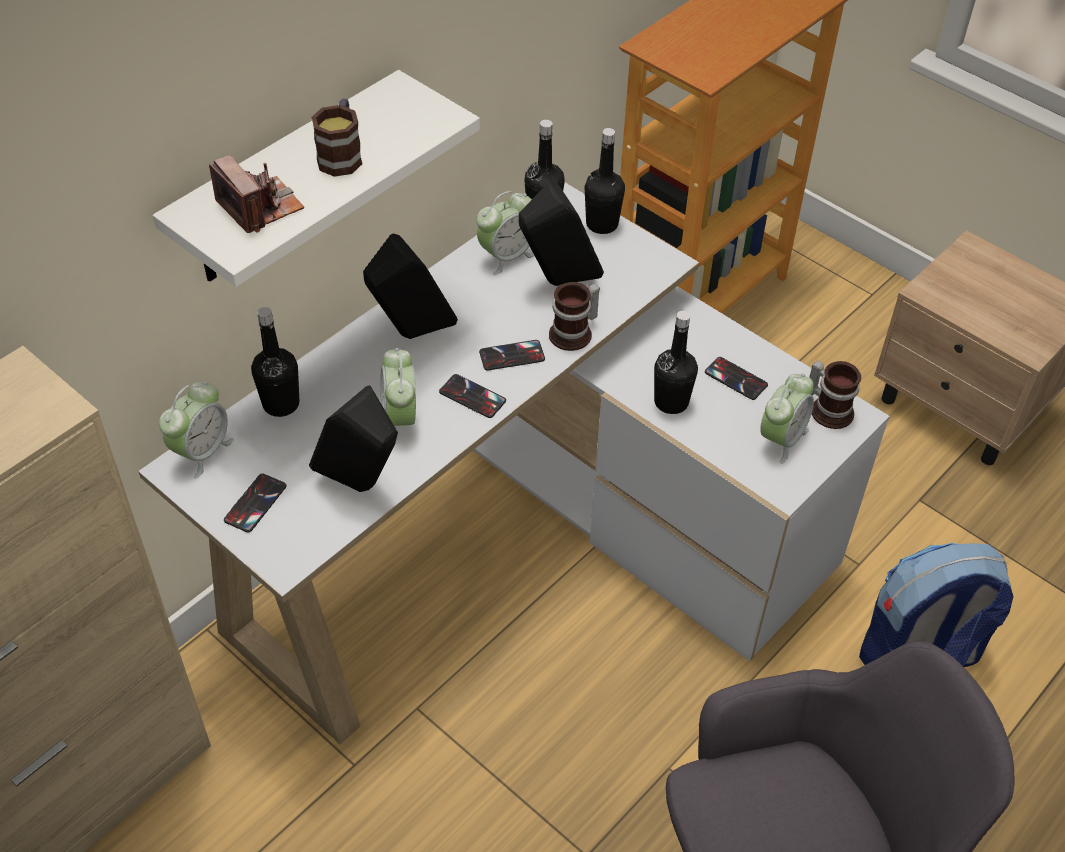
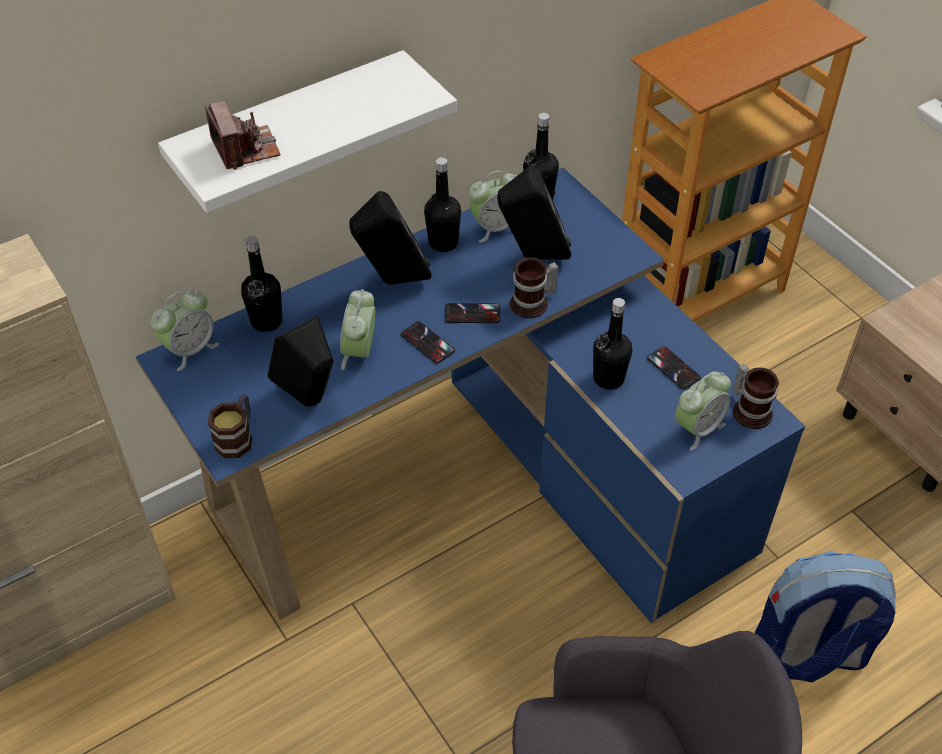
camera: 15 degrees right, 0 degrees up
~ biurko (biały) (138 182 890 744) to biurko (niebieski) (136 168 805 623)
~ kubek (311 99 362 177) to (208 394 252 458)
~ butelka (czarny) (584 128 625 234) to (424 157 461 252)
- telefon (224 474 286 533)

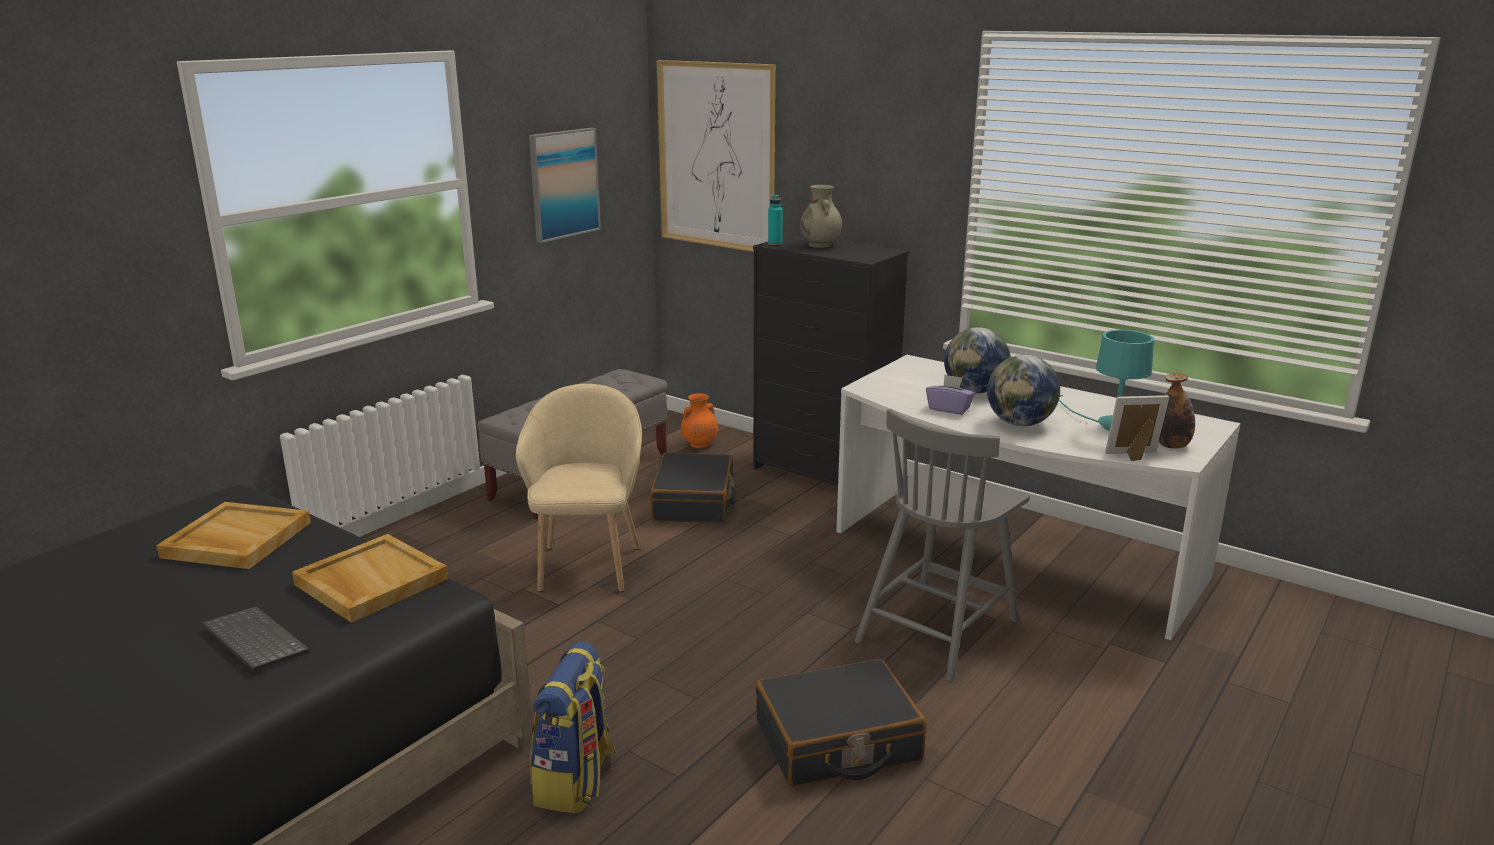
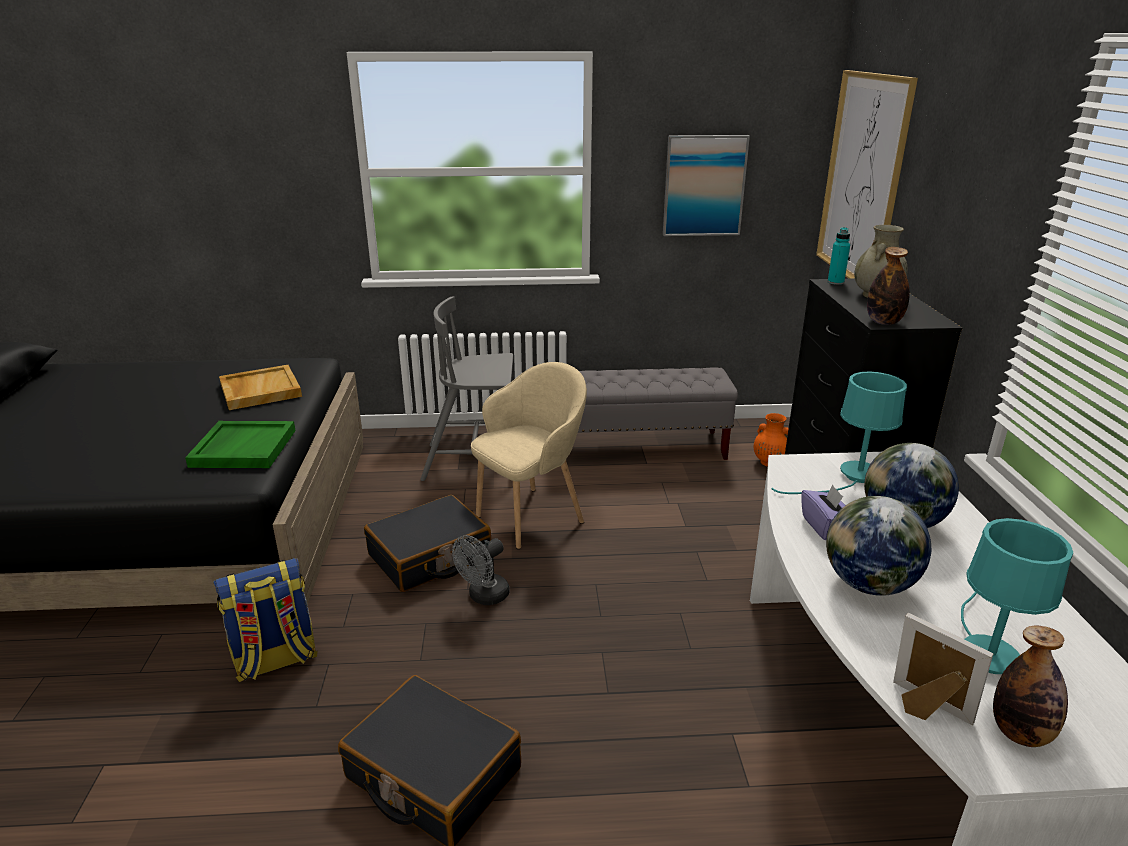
camera: 50 degrees right, 5 degrees up
~ taca (beżowy) (292 534 448 623) to taca (zielony) (185 421 296 468)
~ walizka (czarny) (650 453 735 523) to (364 495 491 592)
~ krzesło (szary) (855 409 1030 682) to (420 297 513 481)
+ wentylator (szary) (452 535 510 605)
+ lampa stołowa (turkusowy) (771 371 907 494)
+ butelka (867 247 910 325)
- klawiatura (202 606 310 671)

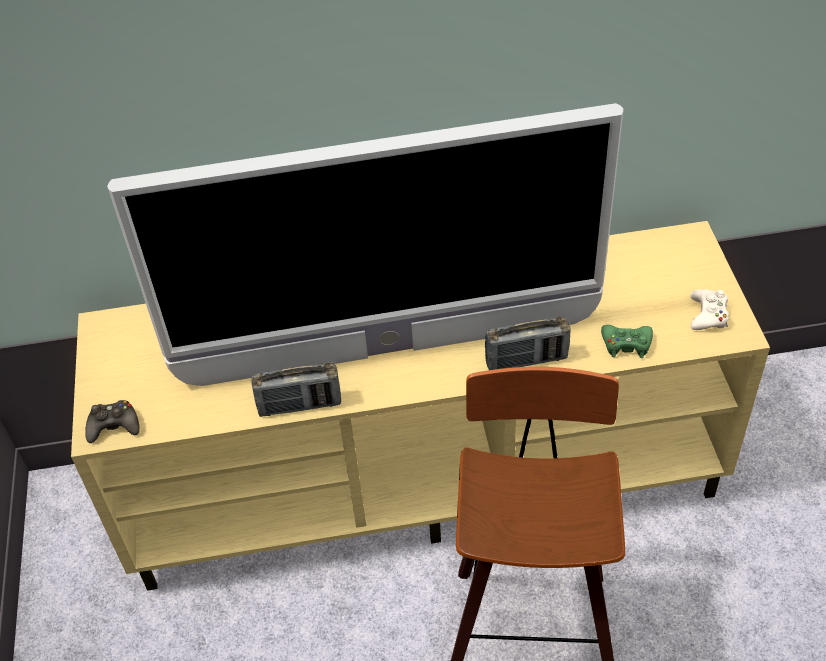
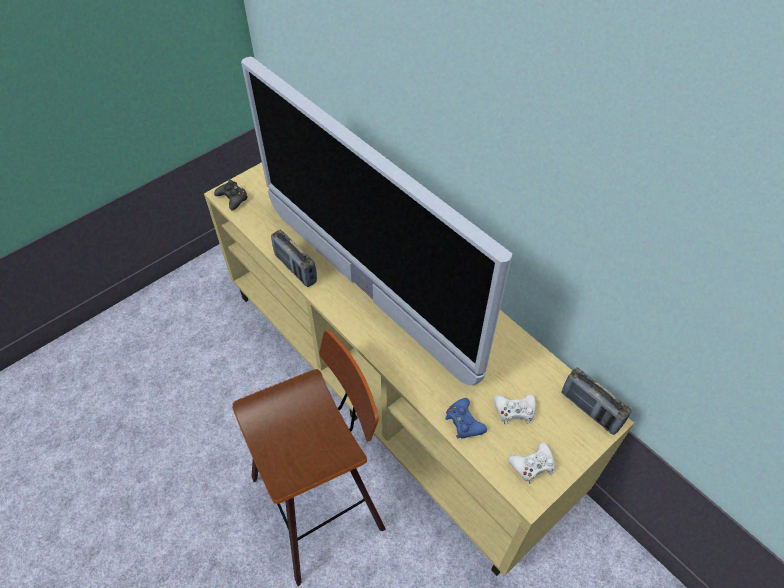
camera: 55 degrees right, 5 degrees up
~ pad do gier (zielony) (601 325 653 358) to pad do gier (niebieski) (445 398 487 439)
+ pad do gier (biały) (494 395 536 424)
~ radio (485 317 571 370) to (562 367 632 435)

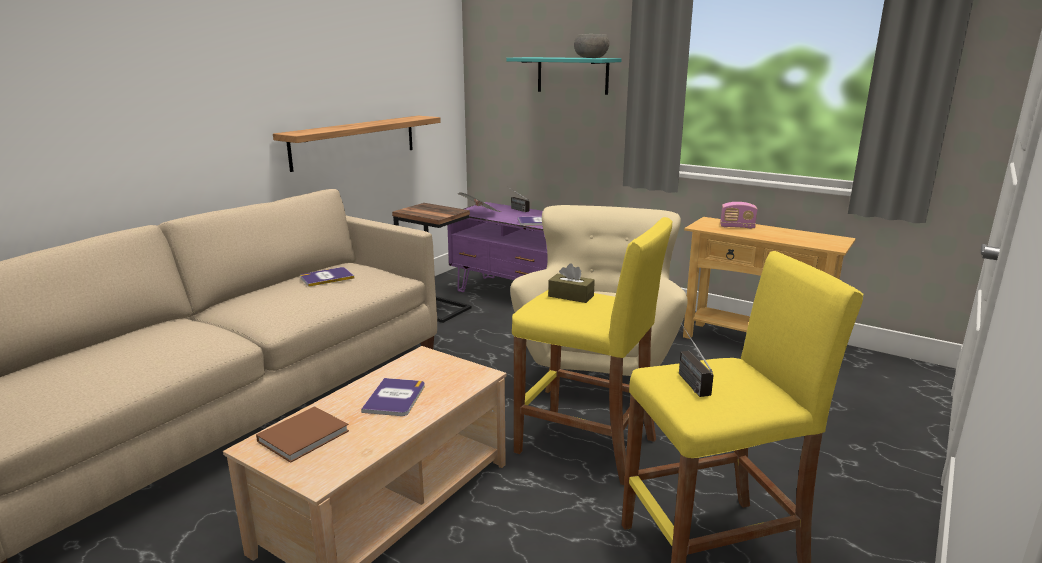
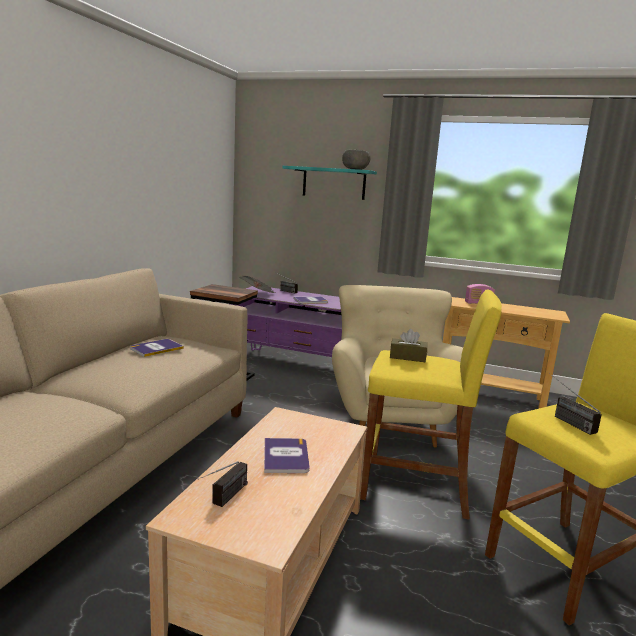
camera: 15 degrees left, 5 degrees down
~ książka (brązowy) (256 406 349 463) to radio (197 461 248 507)
- półka (273 116 441 172)

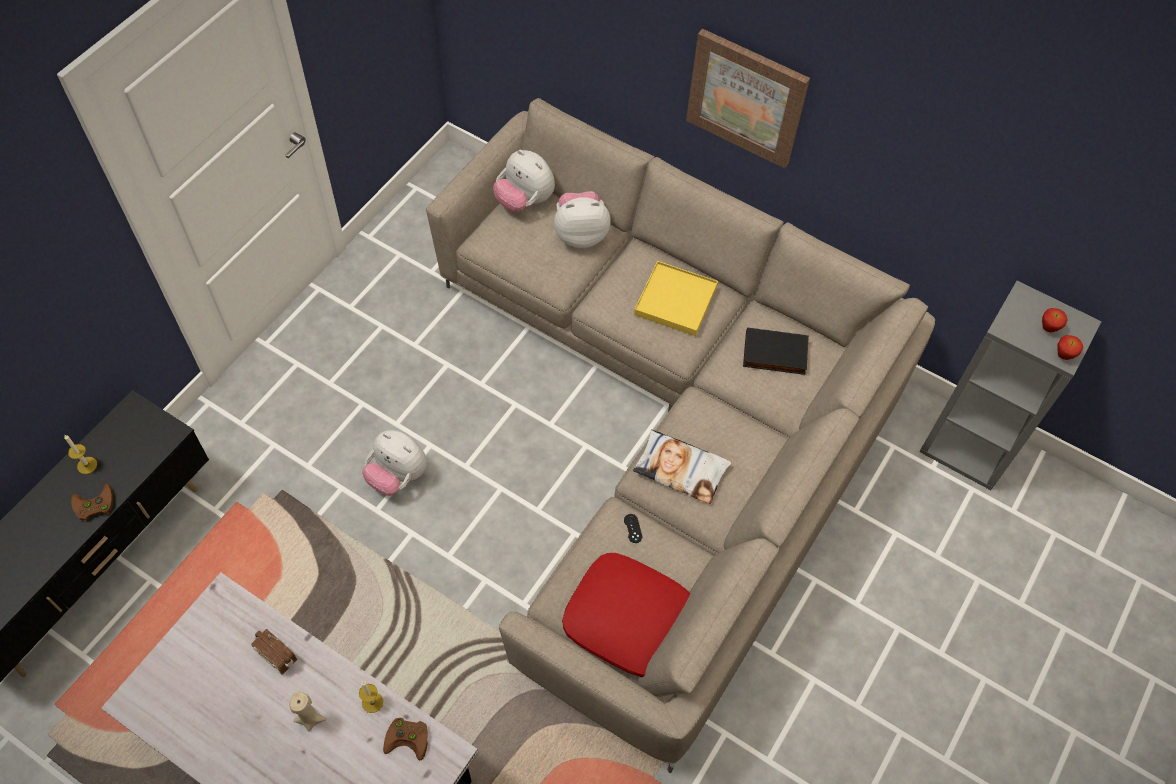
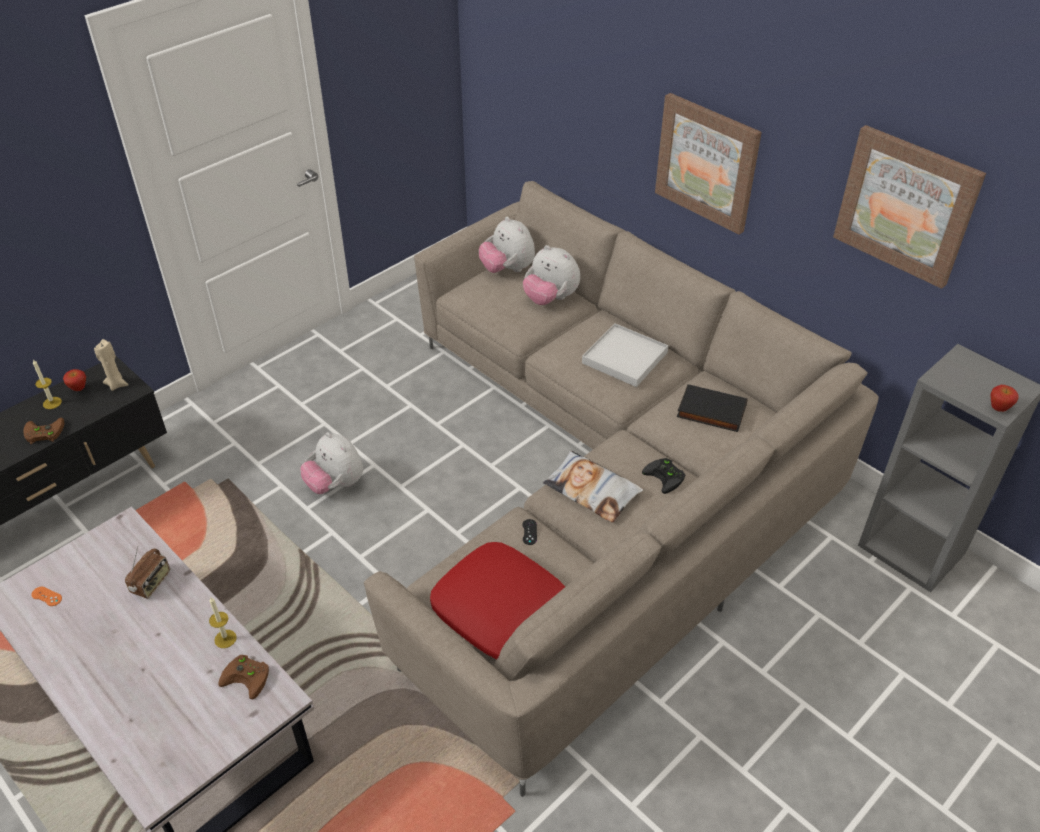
camera: 15 degrees right, 15 degrees down
+ pad do gier (pomarańczowy) (31 587 62 606)
~ jabłko (1042 308 1068 332) to (63 369 86 391)
~ świeca (beżowy) (290 691 327 731) to (94 339 129 391)
~ radio (251 629 297 675) = (125 546 170 599) 120 degrees counterclockwise
~ pluszak (554 191 611 248) = (523 245 580 305) 150 degrees counterclockwise
~ taca (żółty) (634 261 718 336) to taca (biały) (582 323 669 387)
+ pad do gier (czarny) (642 458 685 494)
+ obraz (833 125 986 289)

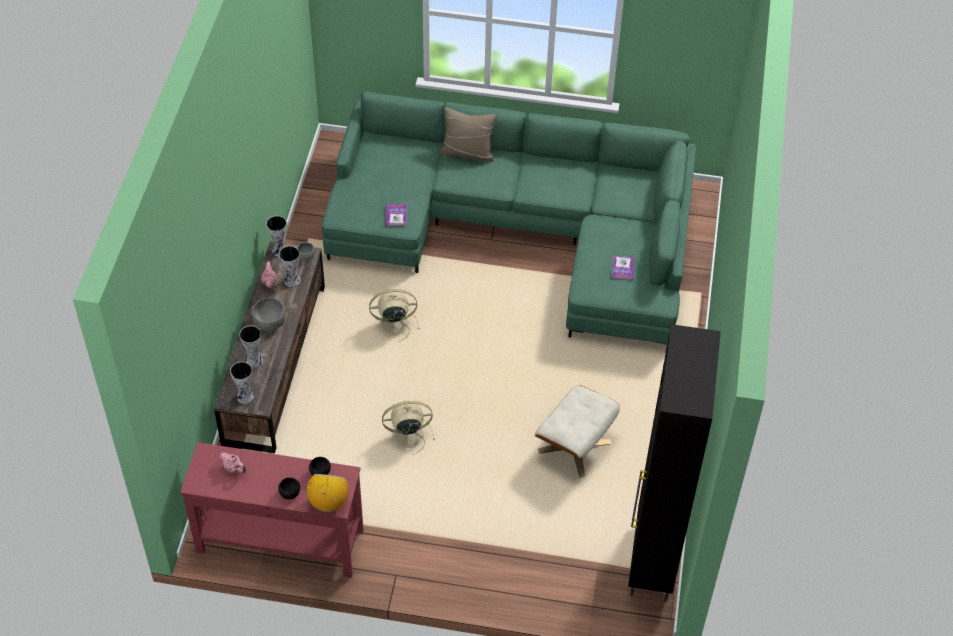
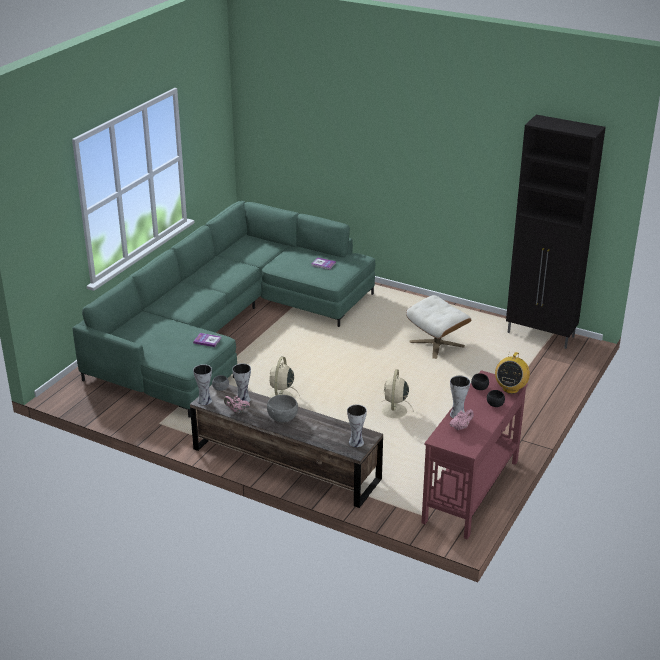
camera: 70 degrees left, 20 degrees down
~ wazon (239 325 263 367) to (450 376 470 418)
~ radio (306 474 349 512) = (495 351 530 394) 90 degrees counterclockwise
- poduszka (beżowy) (440 107 497 162)

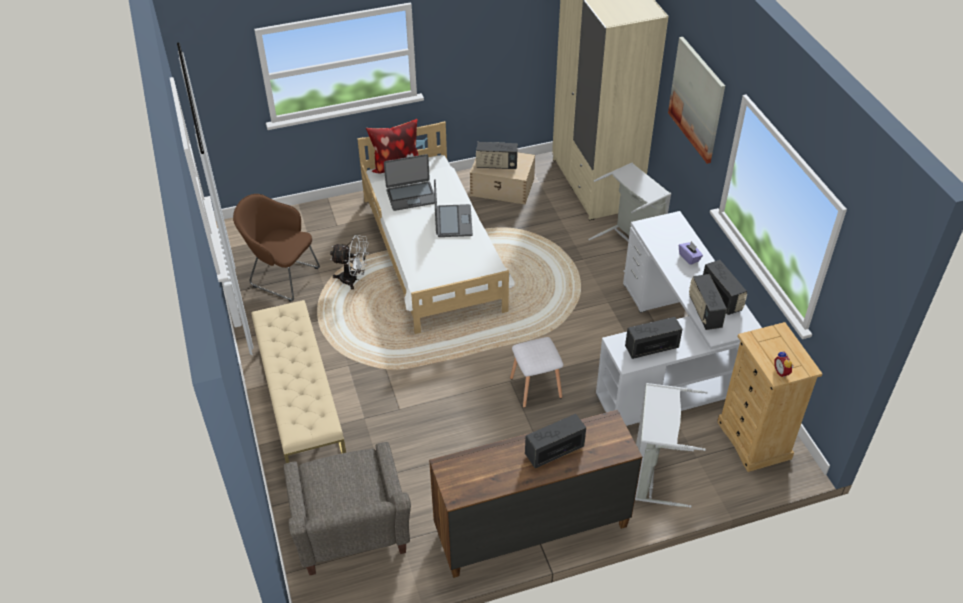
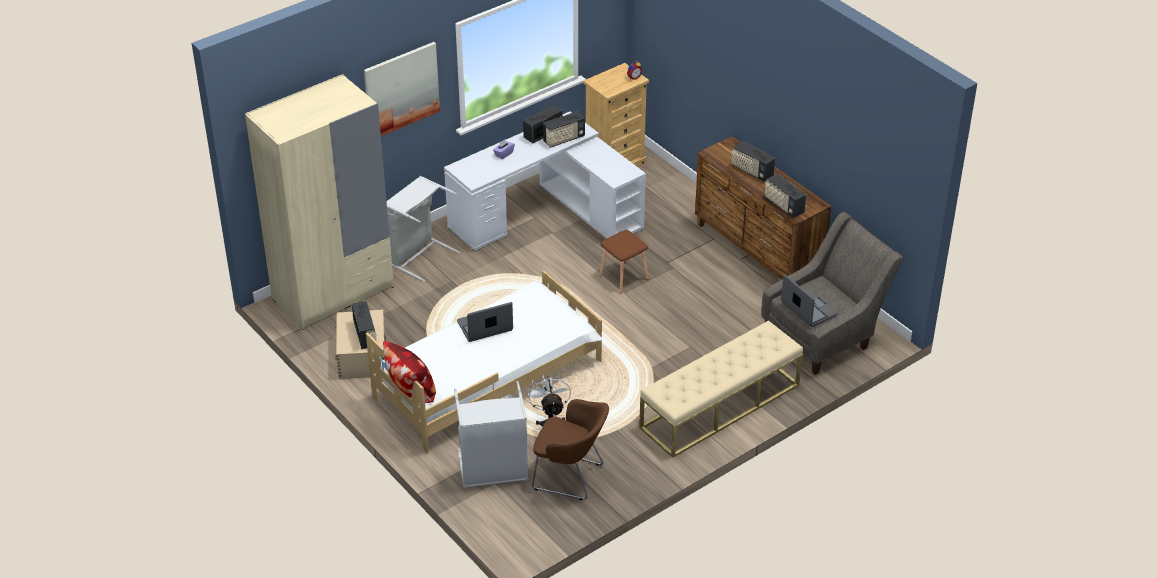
camera: 110 degrees left, 5 degrees down
~ kosz na pranie (szary) (635 383 708 508) to (454 381 528 488)
~ fotel (brązowy) (233 194 320 302) = (532 399 609 500) 75 degrees counterclockwise
~ stołek (biały) (510 337 563 408) to stołek (brązowy) (599 230 649 293)
~ radio (625 317 682 359) to (765 174 806 218)
~ laptop (384 154 435 211) to (781 274 838 327)

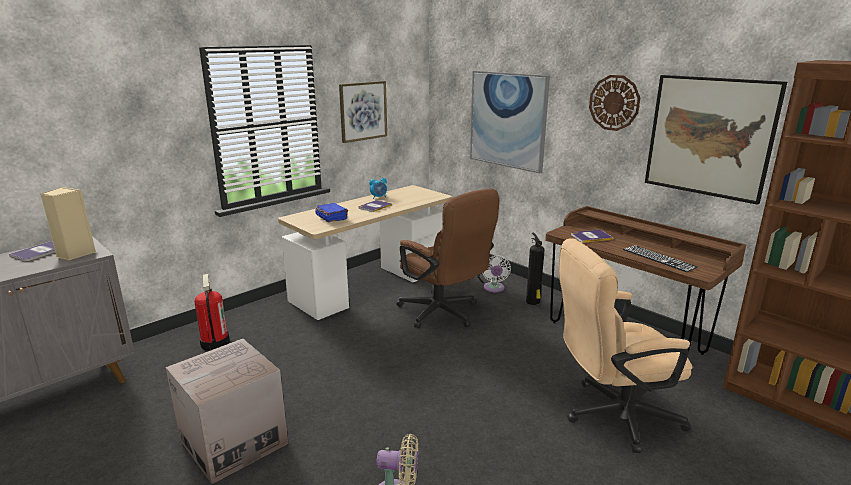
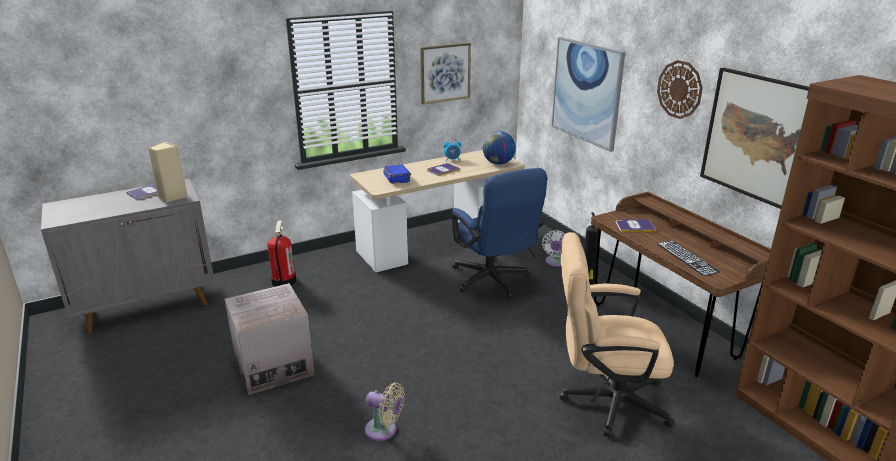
camera: 15 degrees right, 5 degrees up
~ krzesło biurowe (brązowy) (396 189 499 328) to krzesło biurowe (niebieski) (452 168 547 298)
+ globus (483 131 516 165)

